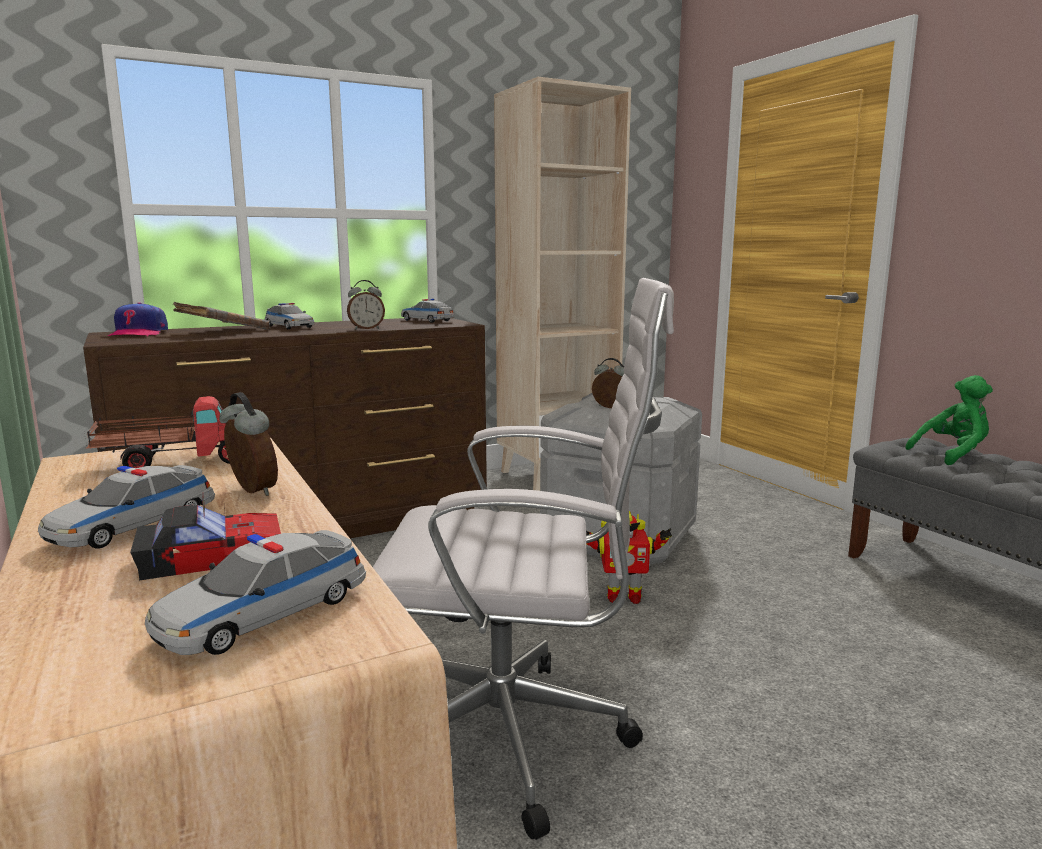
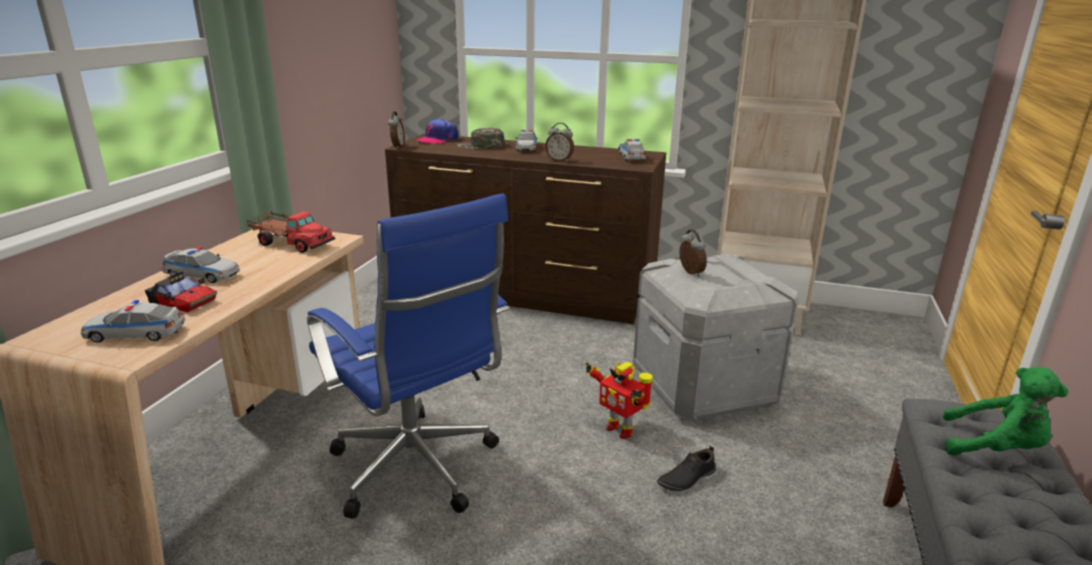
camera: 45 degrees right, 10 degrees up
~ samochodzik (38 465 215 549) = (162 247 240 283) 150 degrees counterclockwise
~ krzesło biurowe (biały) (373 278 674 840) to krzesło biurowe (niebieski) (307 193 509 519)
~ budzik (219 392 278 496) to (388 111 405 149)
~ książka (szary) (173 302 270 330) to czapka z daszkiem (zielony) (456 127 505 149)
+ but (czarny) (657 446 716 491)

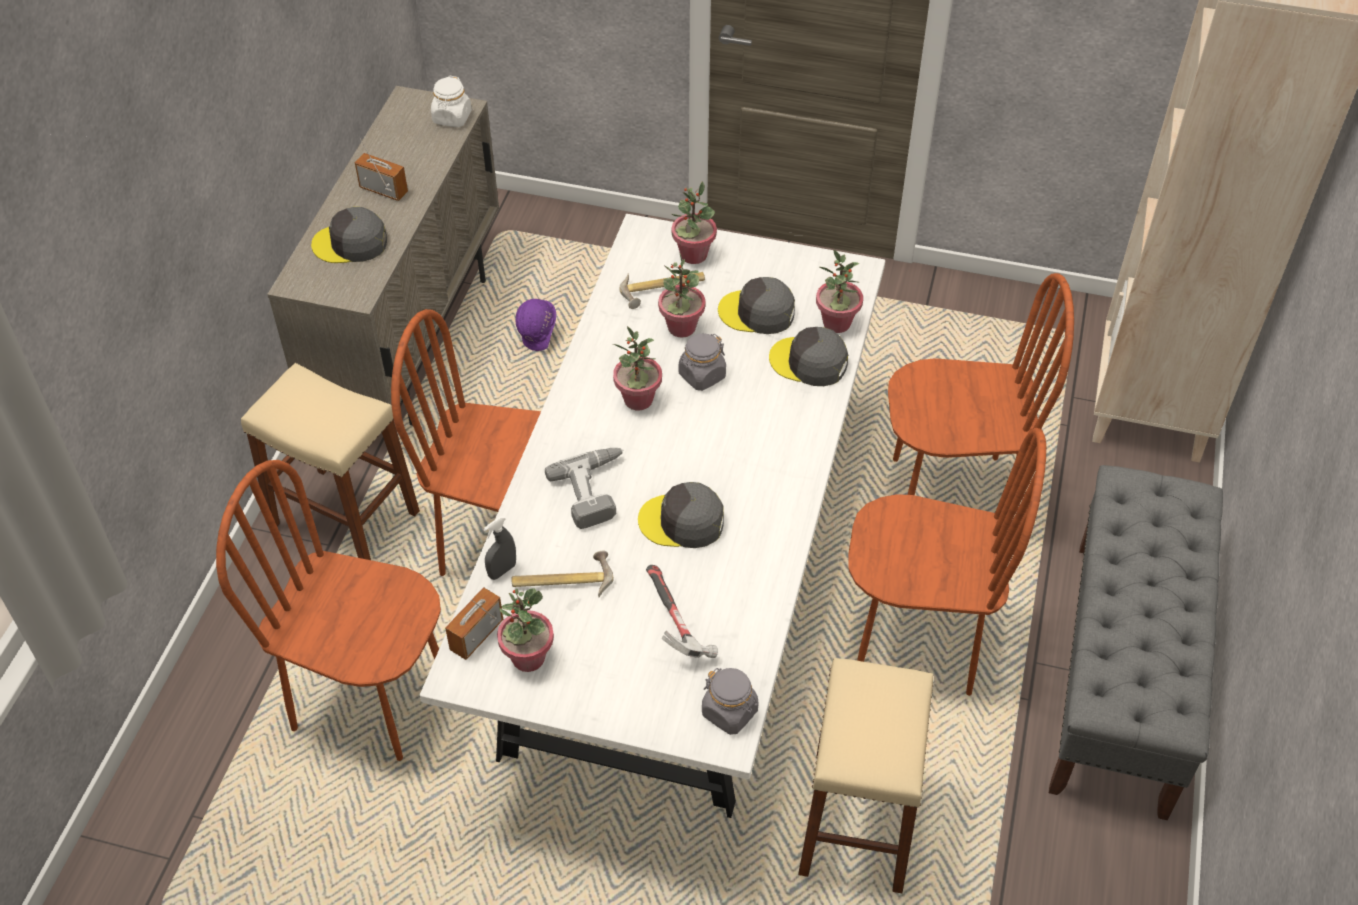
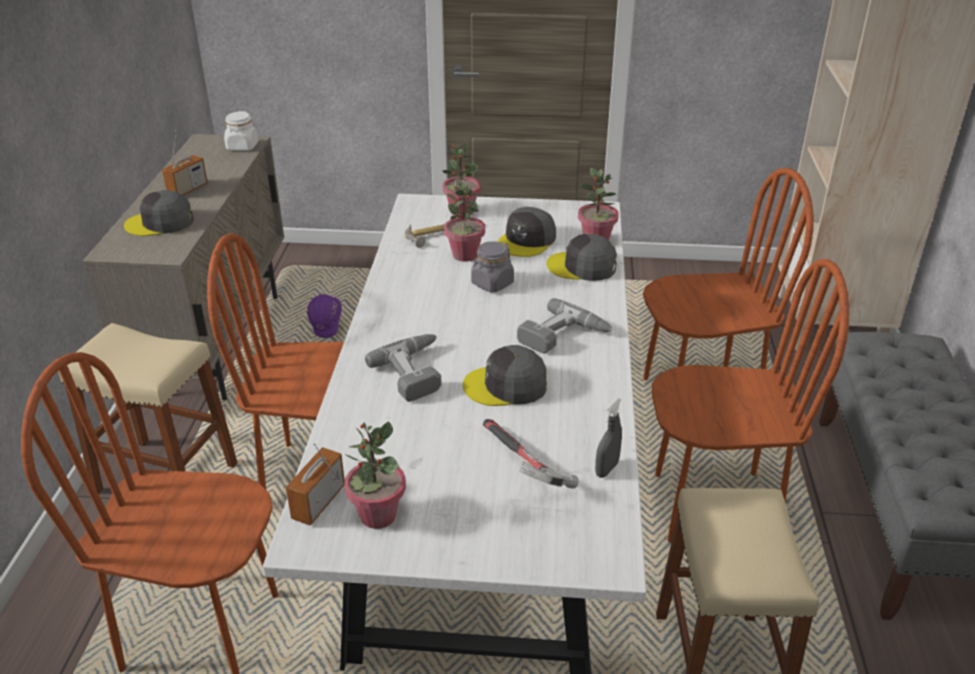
camera: 10 degrees left, 15 degrees down
~ radio (355 139 408 201) = (162 130 208 196) 105 degrees clockwise
~ czapka z daszkiem (szary) (718 277 795 334) = (497 207 556 257) 60 degrees counterclockwise
+ wiertarka (517 298 613 354)
~ spryskiwacz (szary) (483 516 516 580) to (595 398 622 478)
- młotek (511 550 614 597)
- roślina doniczkowa (613 326 662 410)
- słoik (szary) (702 668 758 735)

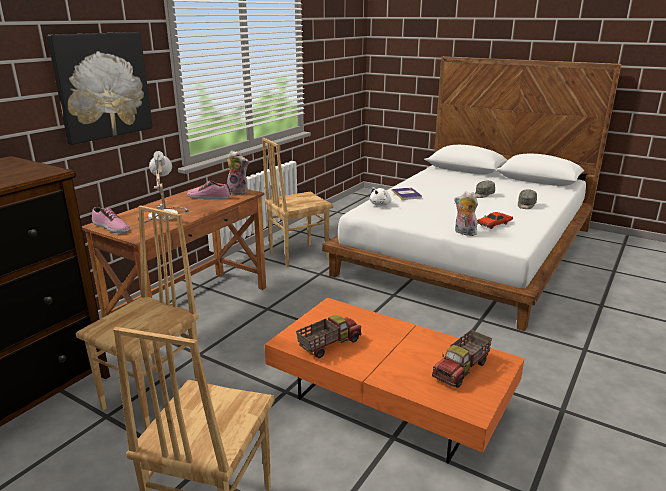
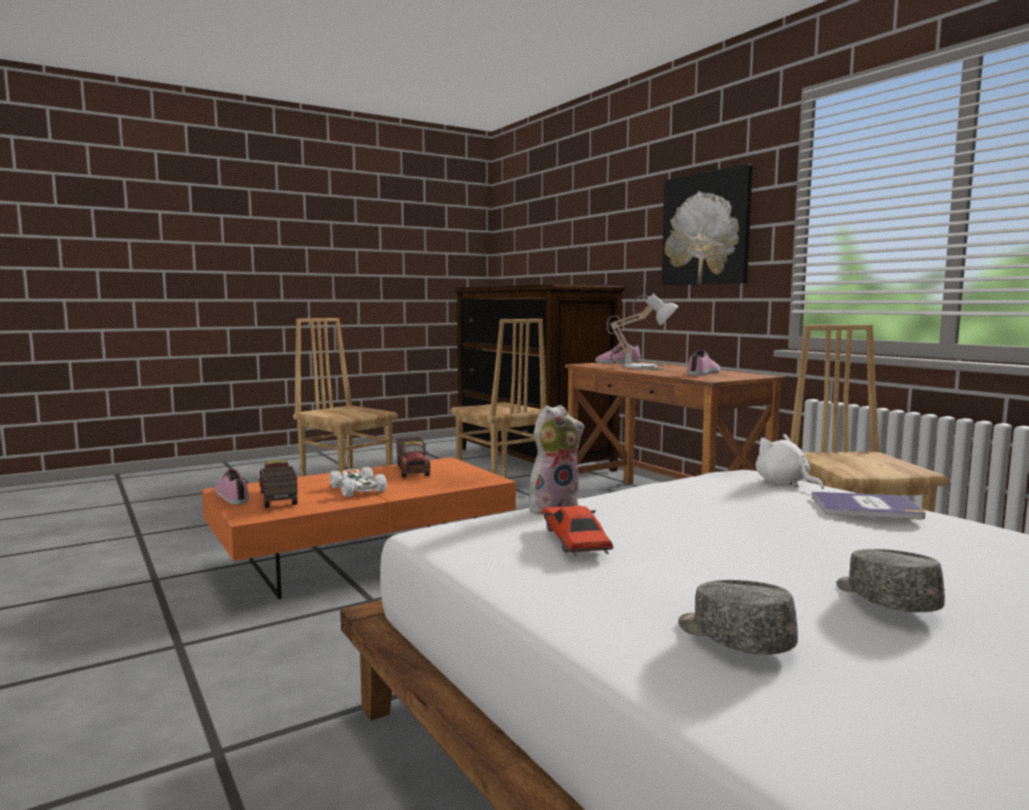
camera: 115 degrees right, 15 degrees down
+ but (216 469 249 505)
+ samochodzik (biały) (329 467 387 497)
- pluszak (227 150 249 195)

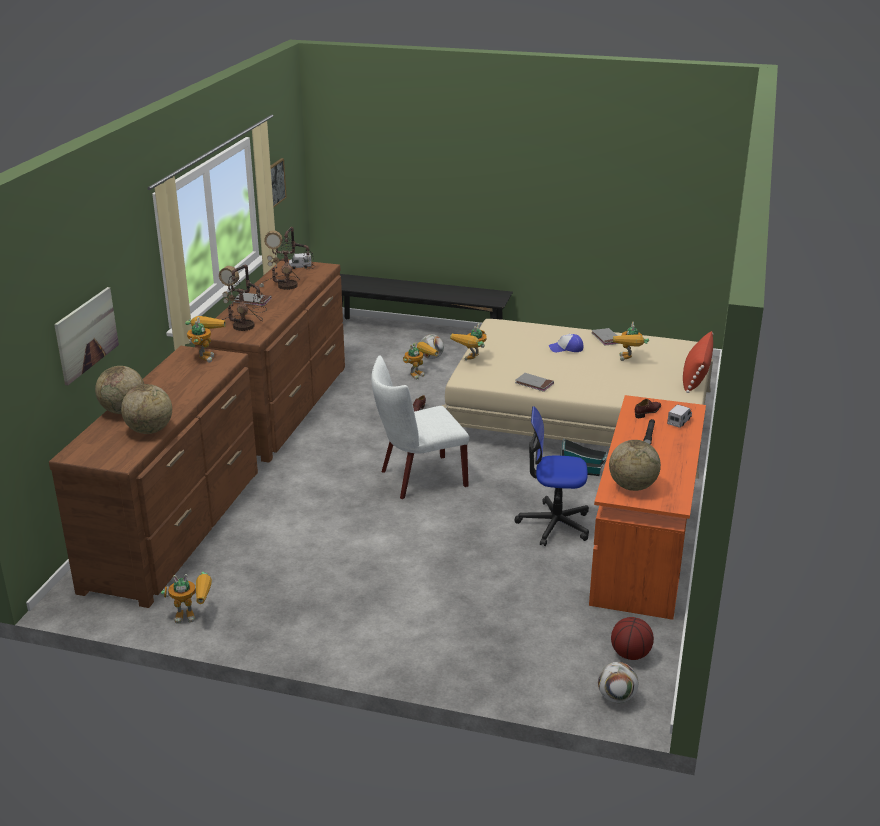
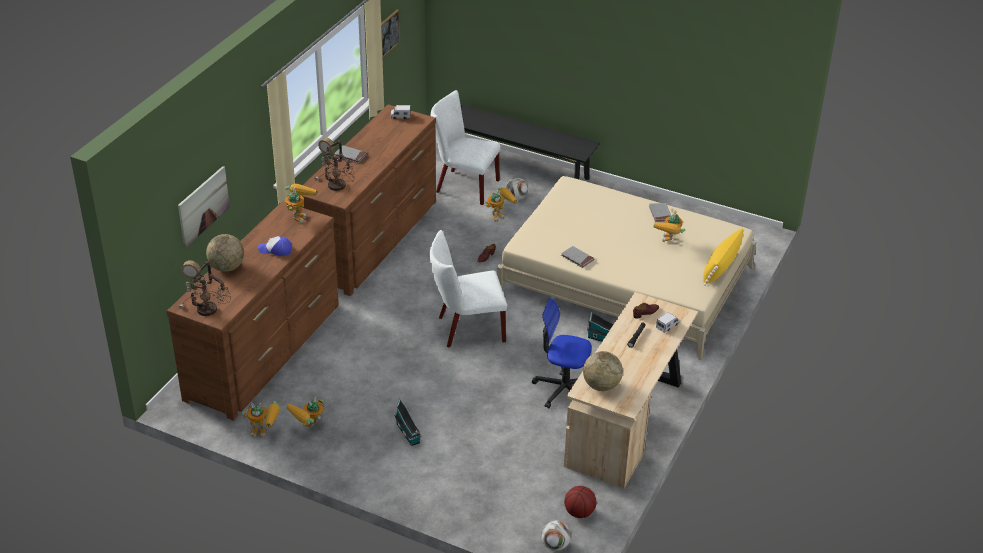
camera: 10 degrees right, 10 degrees up
~ lampa stołowa (259 227 315 290) to (178 260 231 316)
~ czapka z daszkiem (549 334 583 352) to (258 236 292 256)
~ robot zabawkowy (450 323 487 361) to (286 397 325 427)
+ domek (394 399 422 446)
+ krzesło (biały) (431 90 501 205)
~ biurko (pomarańczowy) (589 395 706 620) to biurko (beżowy) (564 292 698 488)
~ poduszka (czerwony) (683 331 713 393) to poduszka (żółty) (703 228 745 286)
- globus (121 384 172 434)

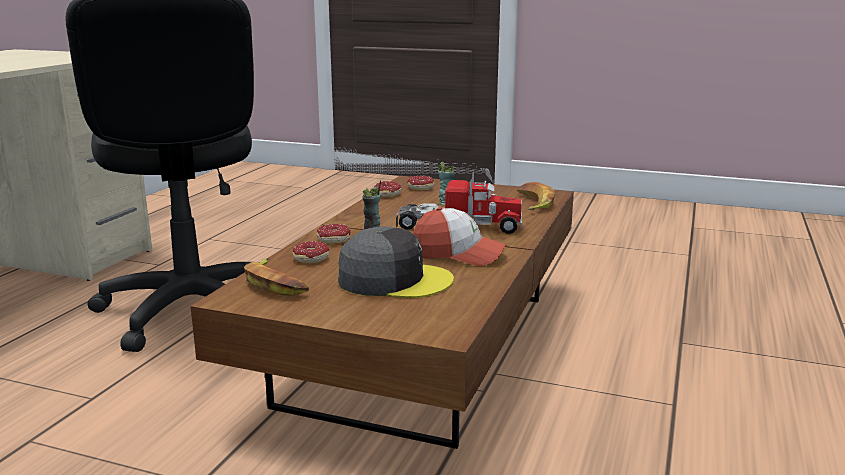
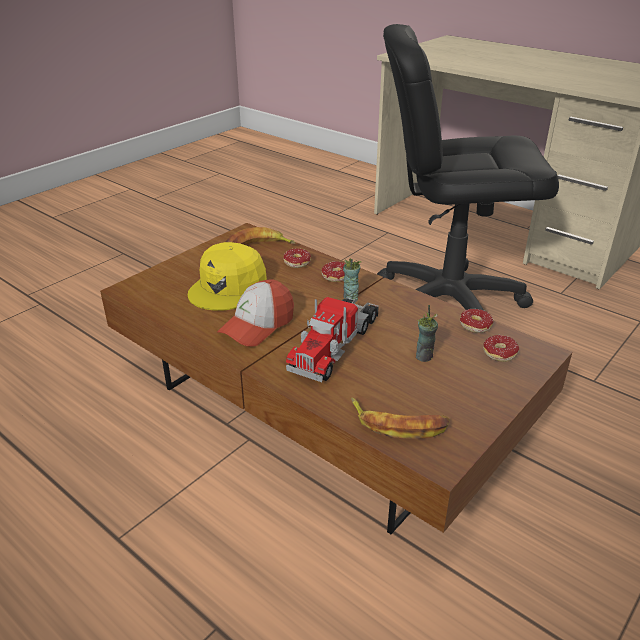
camera: 110 degrees right, 15 degrees up
~ czapka z daszkiem (szary) (338 227 454 298) to czapka z daszkiem (żółty) (188 242 267 311)

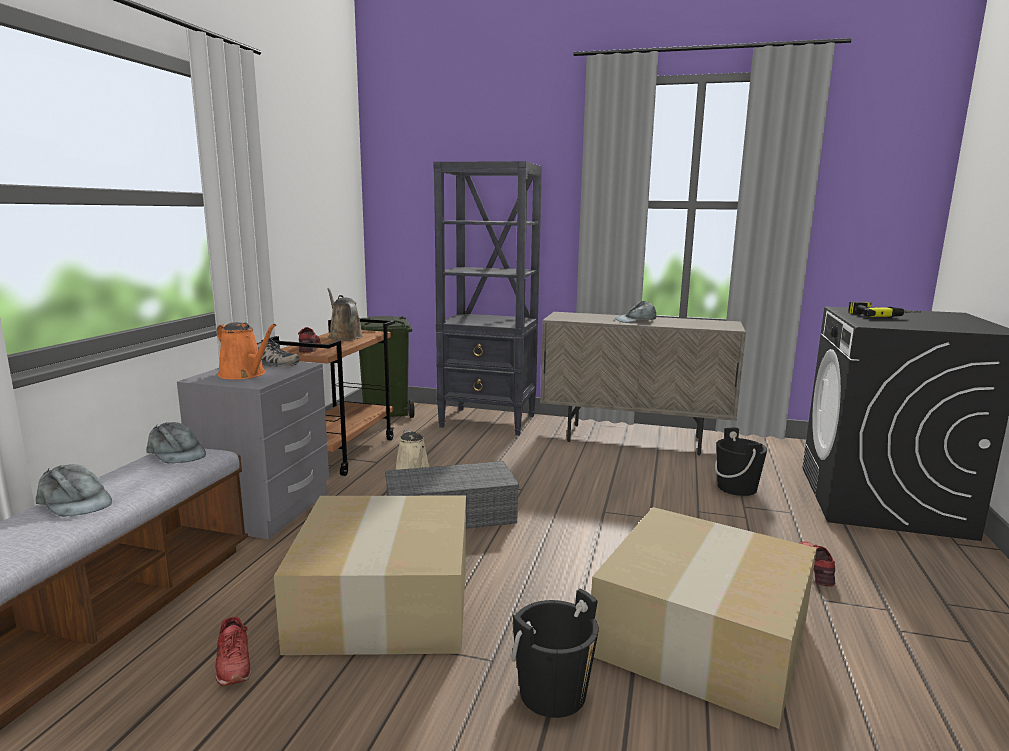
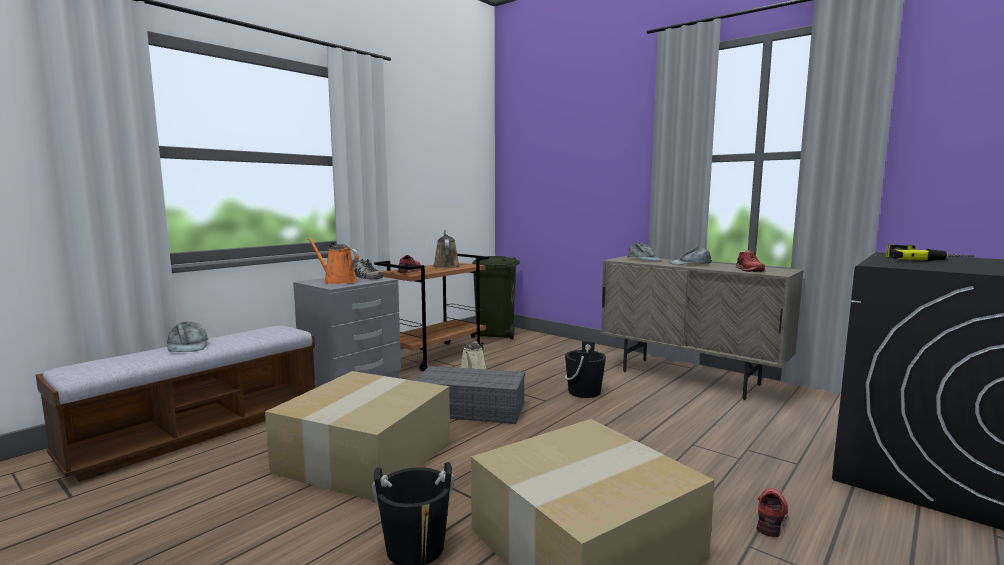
camera: 25 degrees right, 5 degrees down
~ konewka (pomarańczowy) (216 322 276 380) = (307 238 359 284) 150 degrees clockwise
~ wiadro (czarny) (715 428 767 496) to (565 341 606 398)
~ czapka z daszkiem (szary) (146 422 206 463) to (628 242 662 261)
~ but (czerwony) (216 617 251 686) to (736 250 765 272)
- regał (czarny) (434 161 542 436)

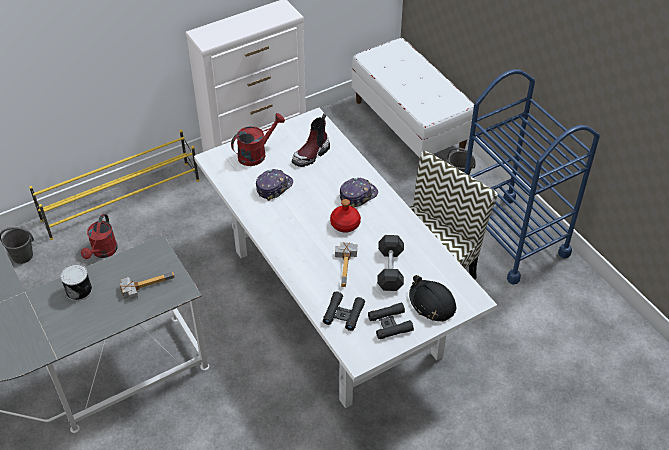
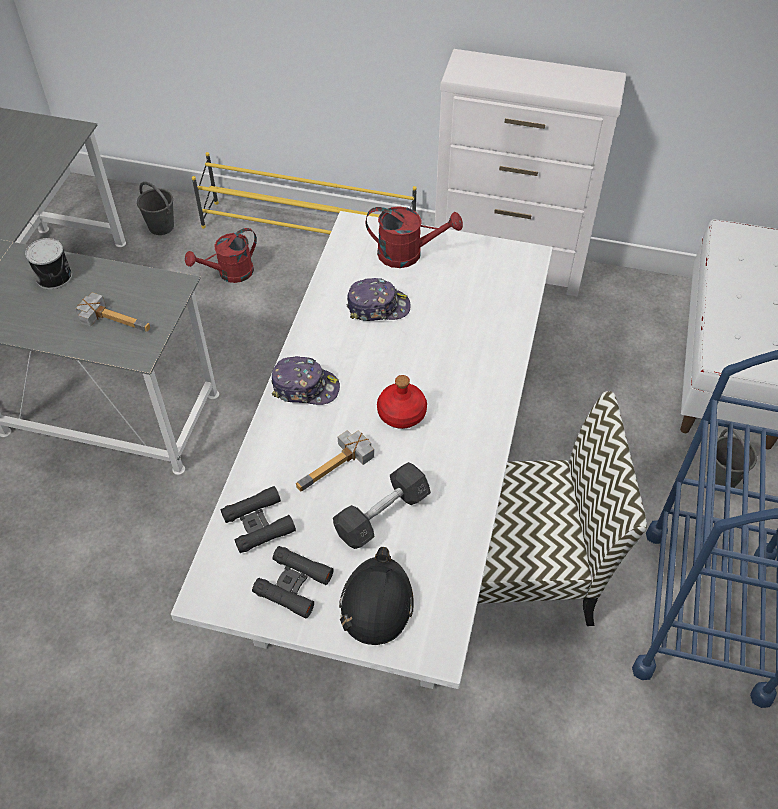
camera: 45 degrees right, 5 degrees up
~ czapka z daszkiem (340 178 378 207) to (271 356 340 405)
- but z cholewką (292 113 330 167)

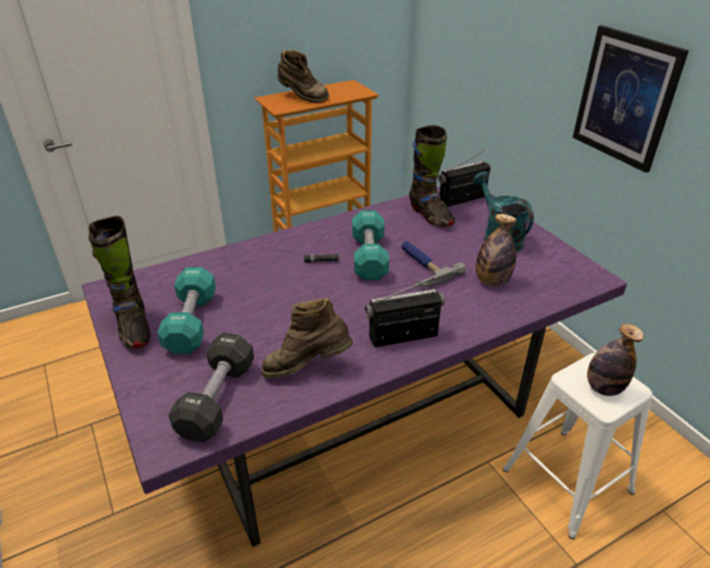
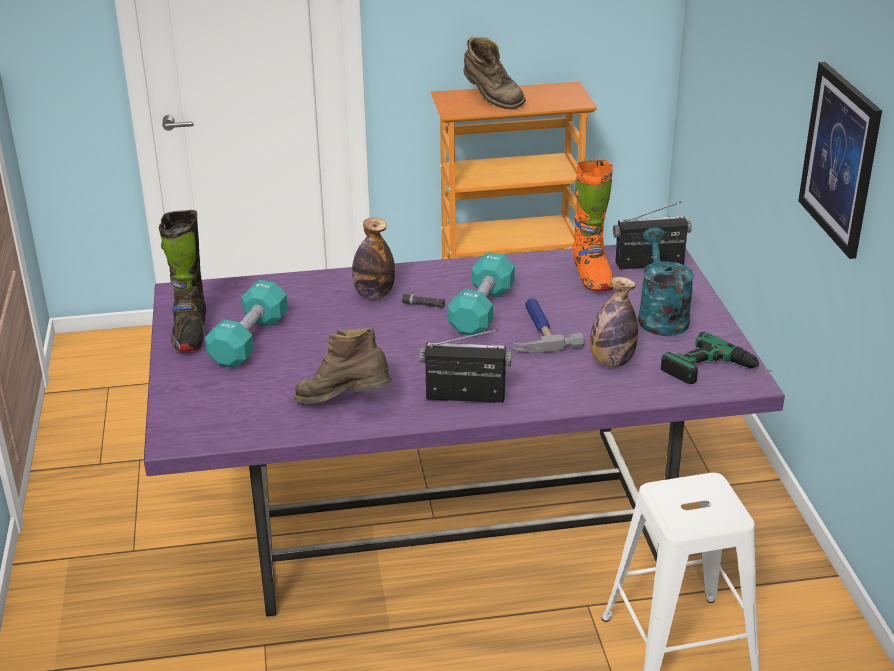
camera: 20 degrees right, 5 degrees down
~ butelka (587 324 644 396) to (352 218 395 300)
~ but z cholewką (czarny) (409 125 455 227) to but z cholewką (pomarańczowy) (572 159 614 291)
+ wiertarka (661 332 772 384)
- hantel (czarny) (168 333 254 442)

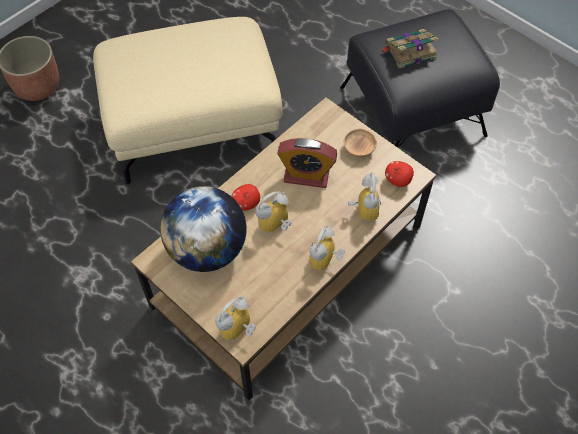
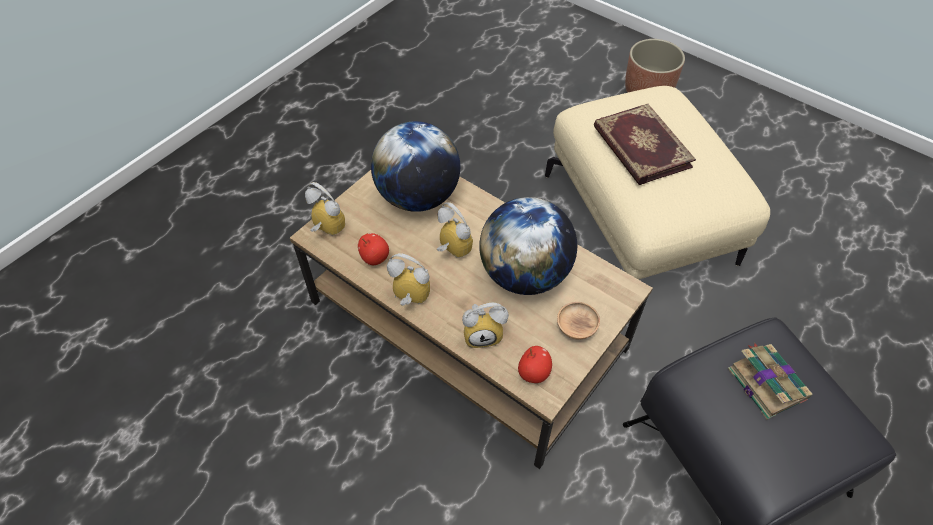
camera: 85 degrees right, 5 degrees down
~ jabłko (232 184 260 211) to (358 233 389 265)
~ budzik (277 138 337 188) to globus (479 197 577 295)
+ książka (594 104 696 185)

